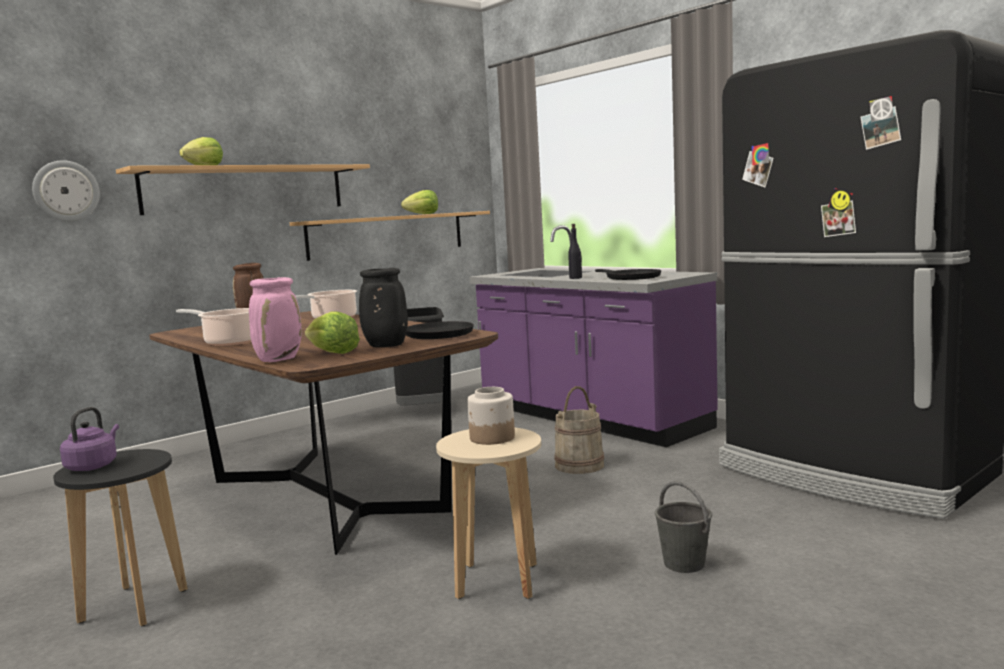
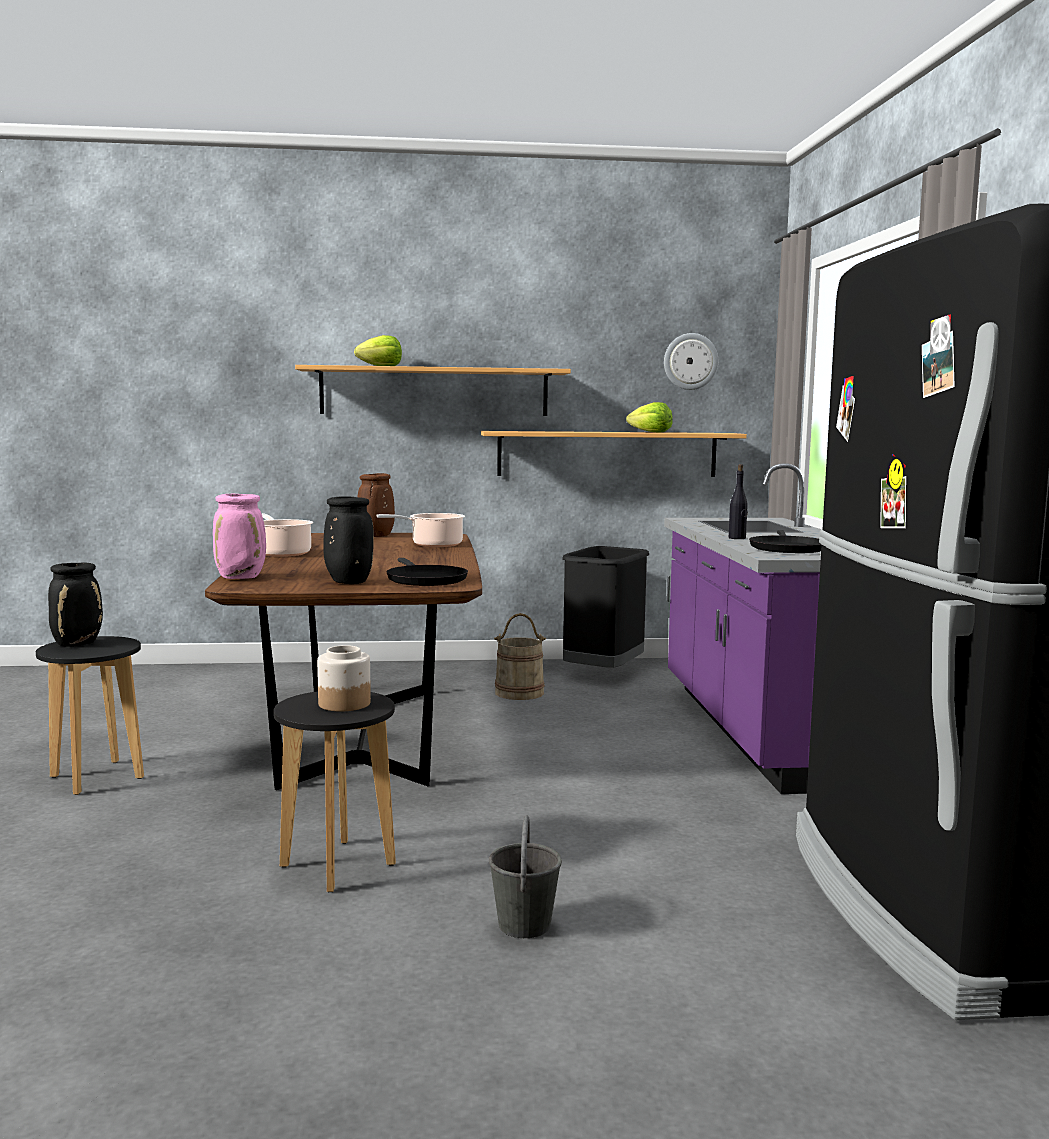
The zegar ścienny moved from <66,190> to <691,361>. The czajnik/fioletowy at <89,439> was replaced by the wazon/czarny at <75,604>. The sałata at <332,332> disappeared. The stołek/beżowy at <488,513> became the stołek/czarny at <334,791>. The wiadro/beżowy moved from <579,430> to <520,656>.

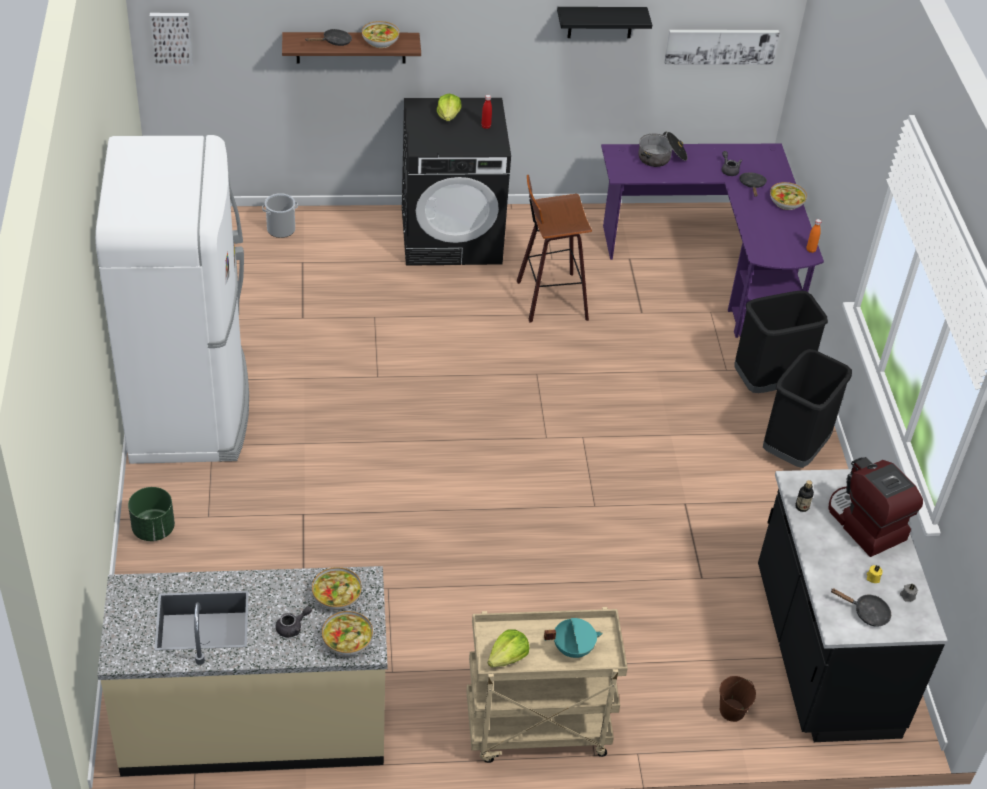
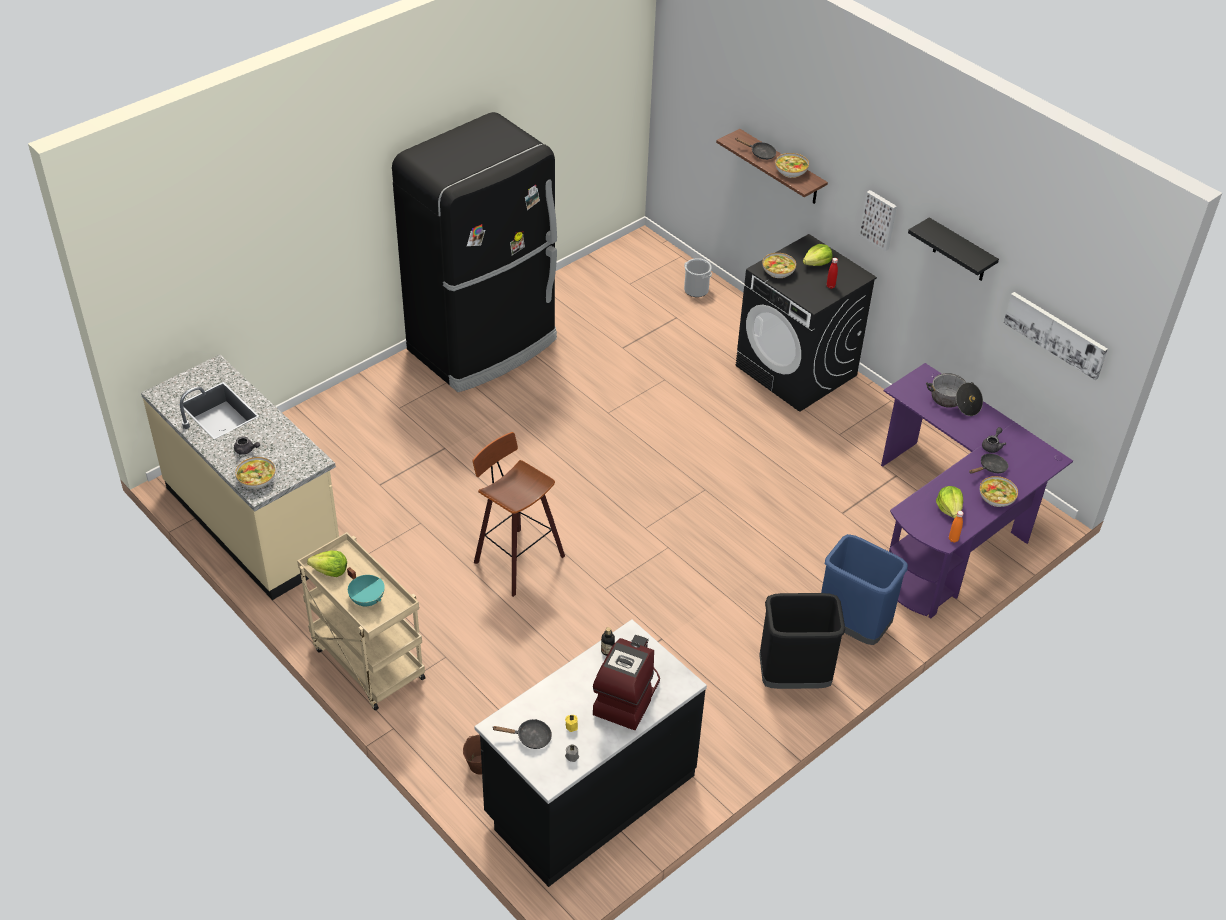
The lodówka/biały at <172,299> became the lodówka/czarny at <474,252>. The donica/zielony at <151,514> disappeared. The obraz moved from <171,39> to <878,220>. The miska moved from <337,588> to <779,265>. The stołek moved from <554,249> to <519,514>. The kosz na śmieci/czarny at <781,342> became the kosz na śmieci/niebieski at <864,589>. The patelnia/czarny at <861,607> turned 75 degrees counterclockwise. The sałata at <949,502> appeared.

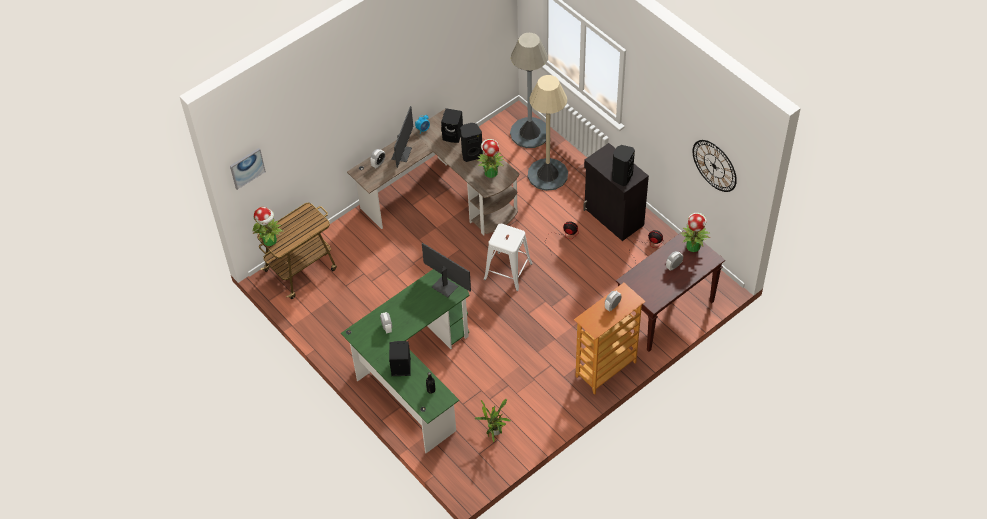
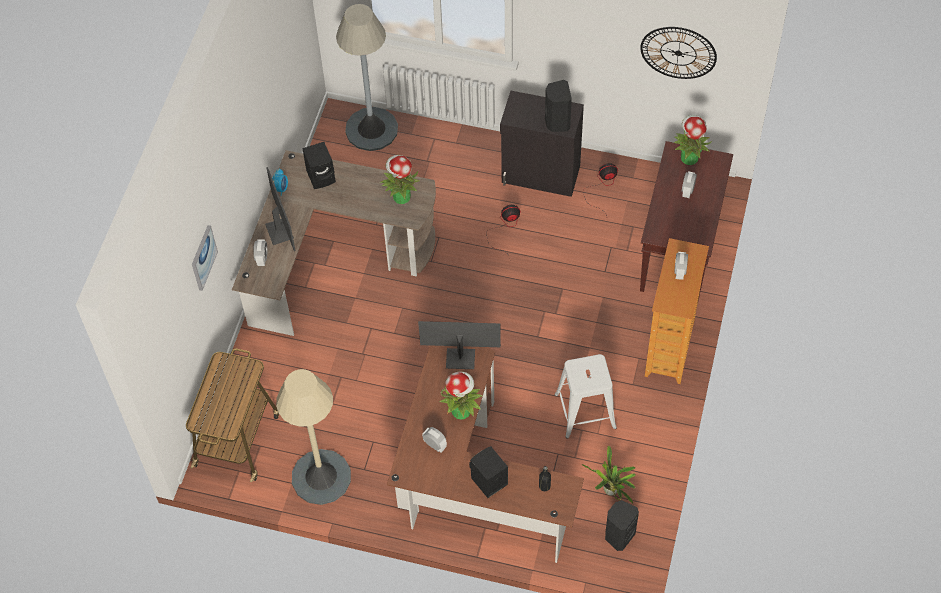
The obraz moved from <248,169> to <205,258>. The roślina doniczkowa moved from <268,226> to <461,395>. The biurko/zielony at <405,361> became the biurko/brązowy at <485,454>. The głośnik/czarny moved from <471,142> to <622,525>. The stołek/biały moved from <508,257> to <585,396>. The lampa stojąca/beżowy moved from <548,133> to <313,437>.

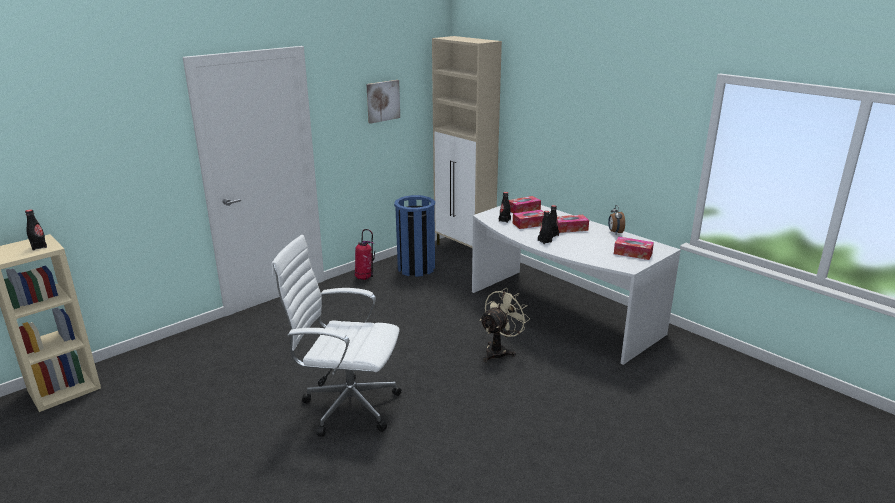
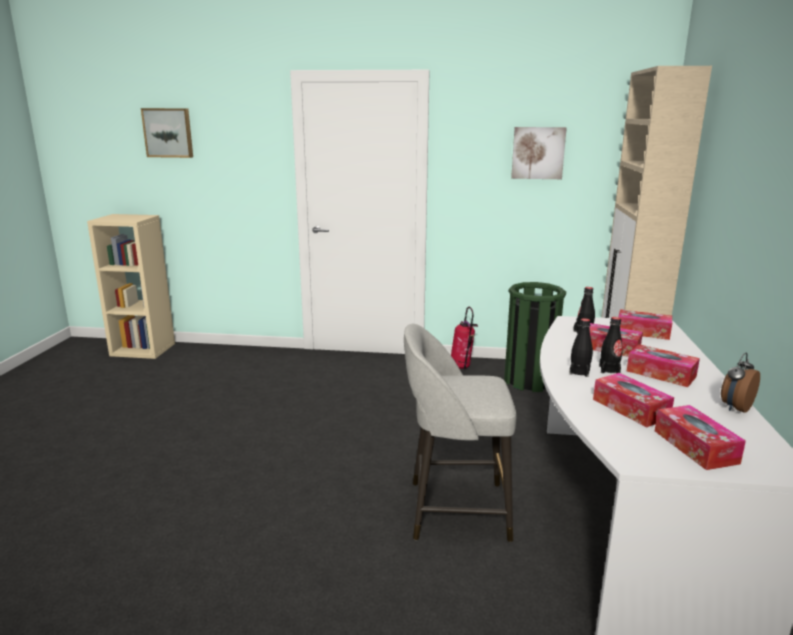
The butelka/czarny at <36,230> disappeared. The krzesło biurowe/biały at <336,336> disappeared. The kosz na śmieci/niebieski at <414,236> became the kosz na śmieci/zielony at <535,337>. The wentylator/beżowy at <504,325> was replaced by the stołek/szary at <460,433>. The obraz at <167,133> appeared. The pudełko chusteczek at <633,400> appeared.

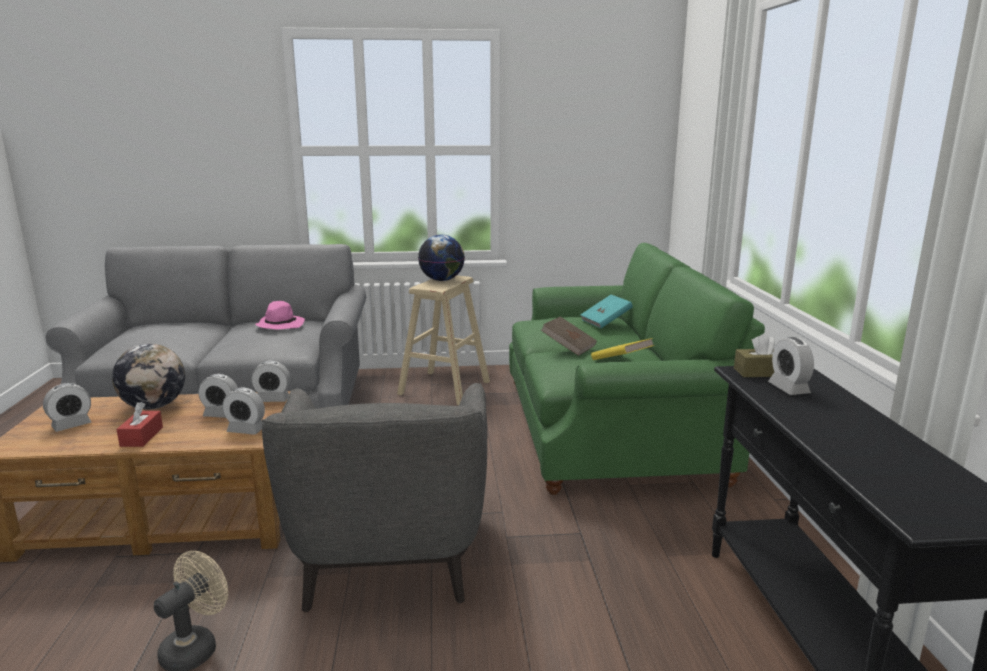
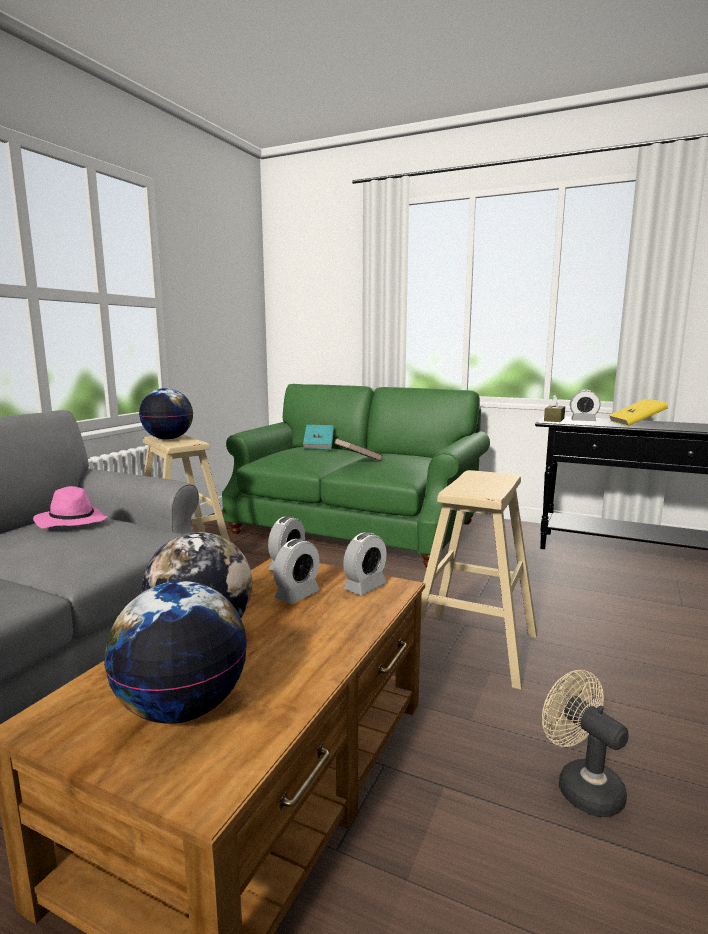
The budzik at <67,407> was replaced by the globus at <175,652>. The pudełko chusteczek/czerwony at <140,424> disappeared. The fotel/szary at <374,497> was replaced by the stołek/beżowy at <479,580>. The książka/żółty moved from <622,349> to <638,412>.

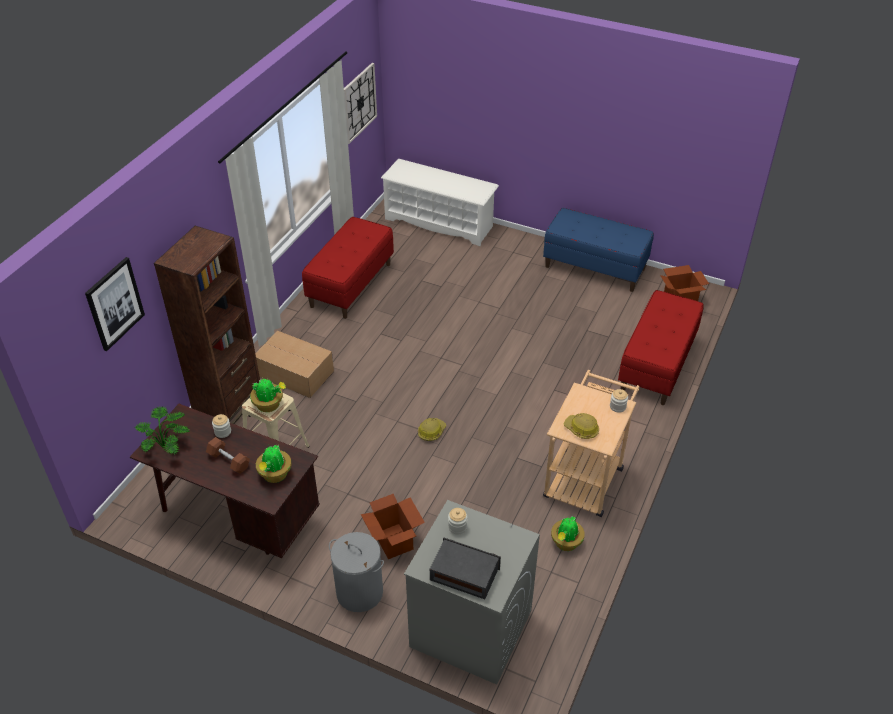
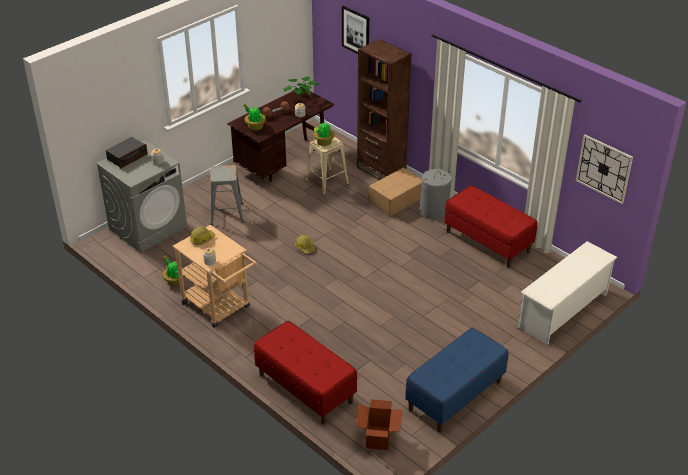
The kosz na pranie/szary moved from <356,572> to <436,194>. The karton at <393,526> was replaced by the stołek/szary at <227,195>.

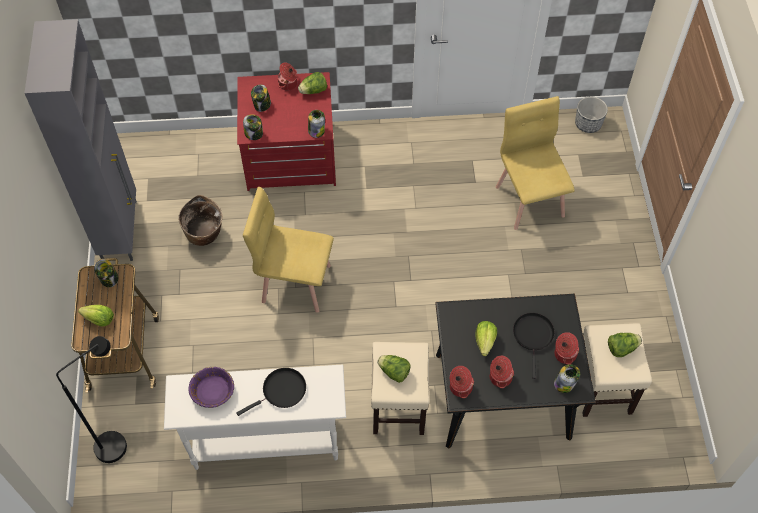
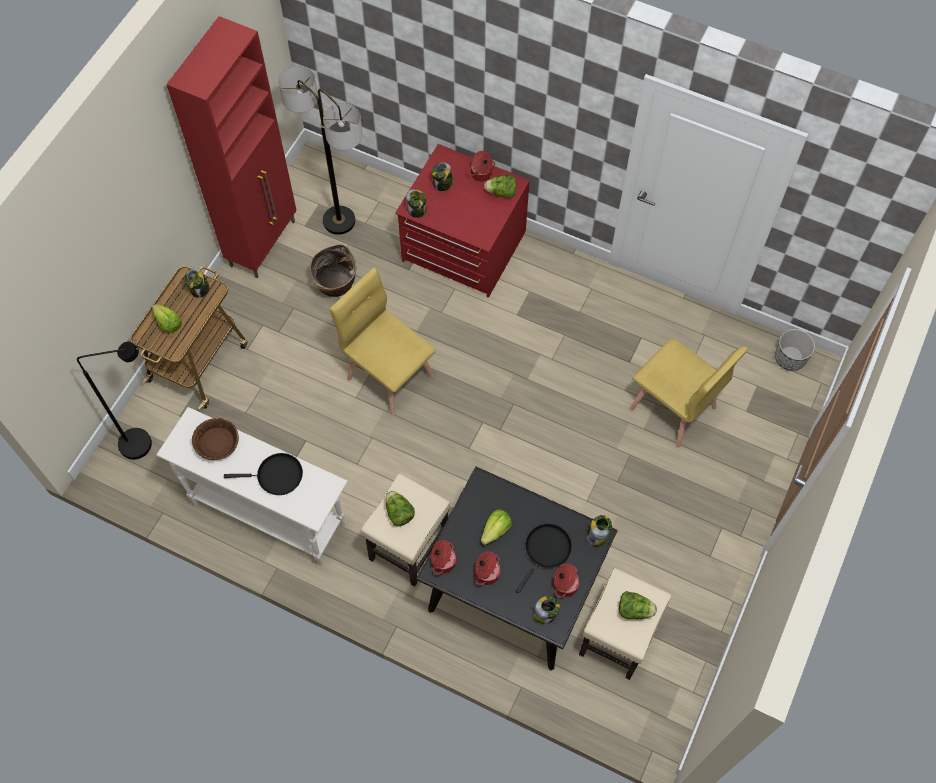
The szafka/szary at <81,140> became the szafka/czerwony at <231,147>. The miska/fioletowy at <211,387> became the miska/brązowy at <215,439>. The słoik moved from <316,124> to <599,530>. The krzesło/żółty at <535,163> turned 120 degrees clockwise. The lampa stojąca at <320,150> appeared.

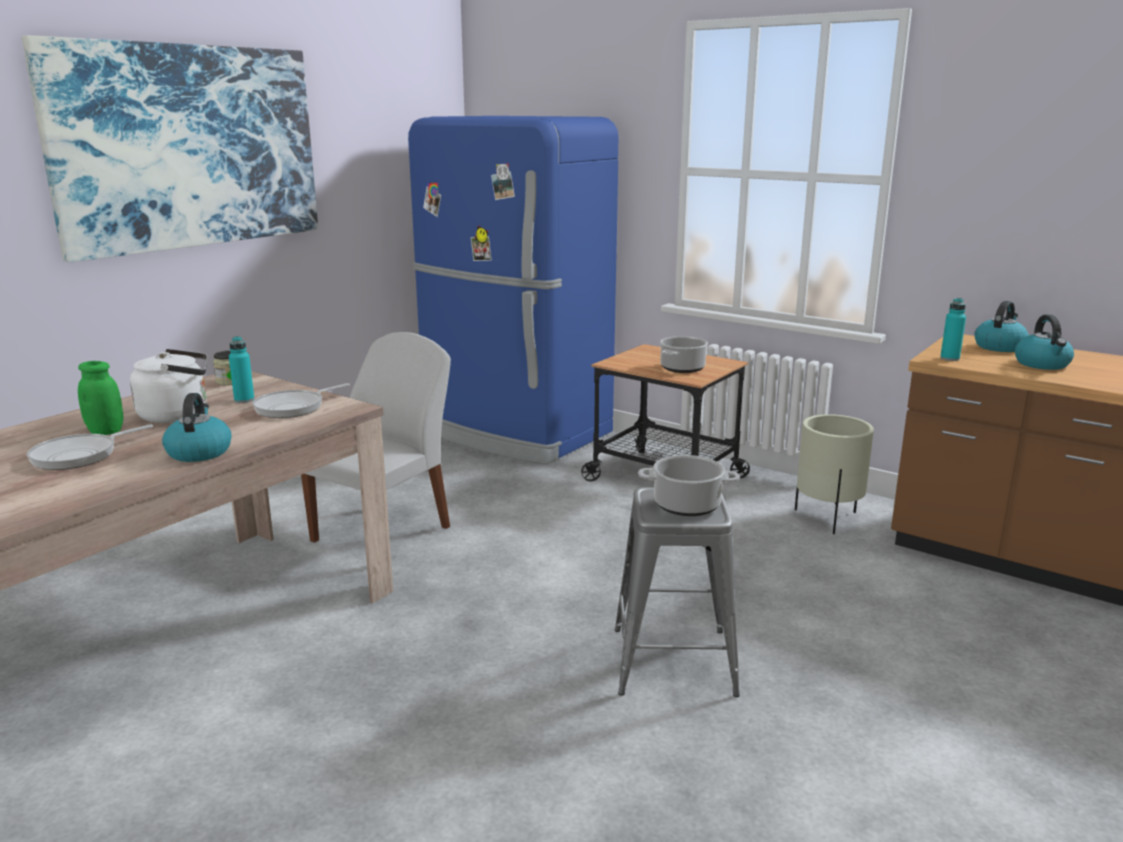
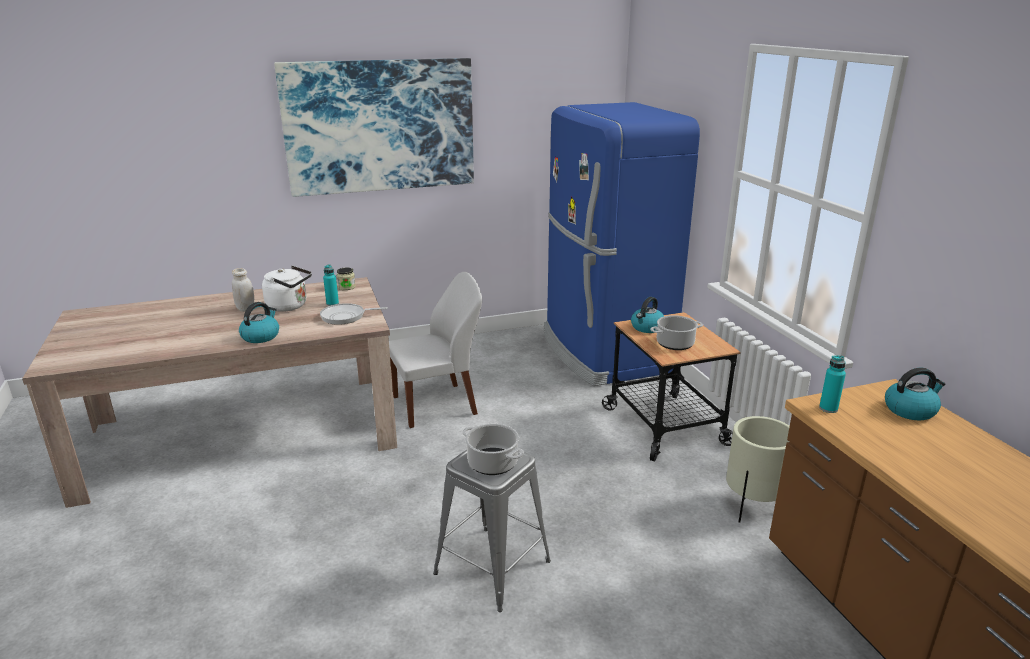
The patelnia at <90,447> disappeared. The słoik/zielony at <100,398> became the słoik/biały at <243,290>. The czajnik moved from <1044,342> to <647,315>.

